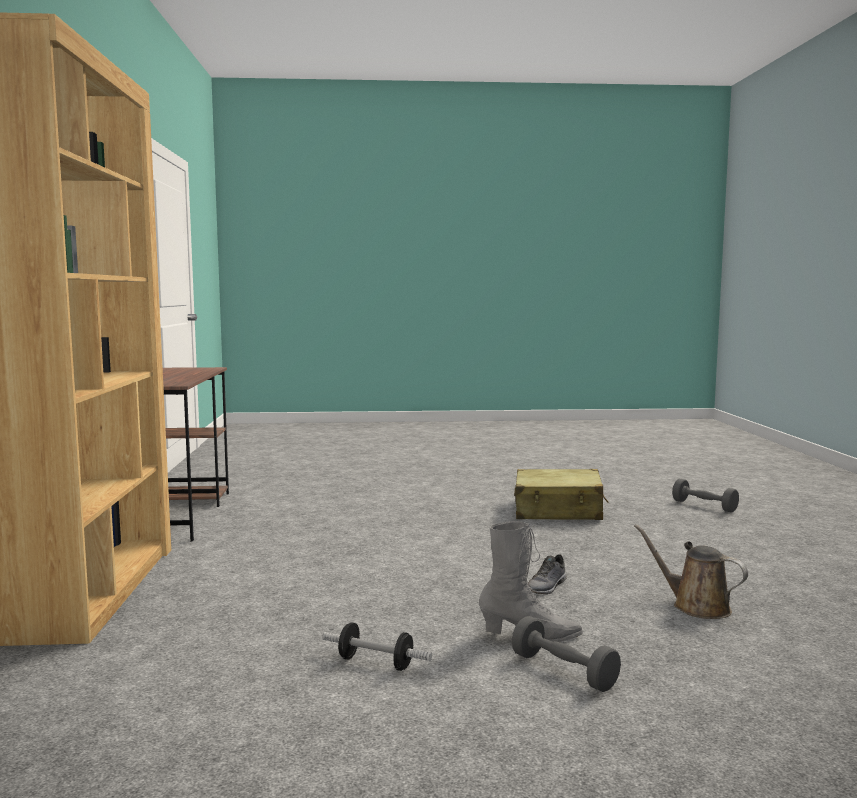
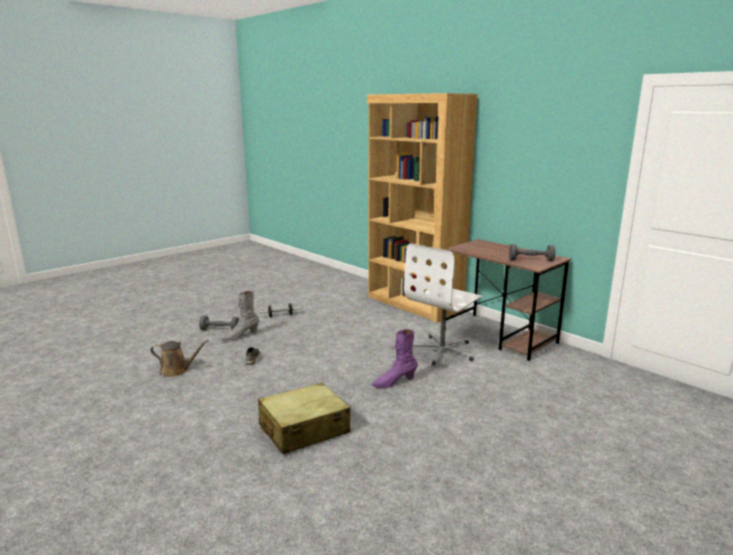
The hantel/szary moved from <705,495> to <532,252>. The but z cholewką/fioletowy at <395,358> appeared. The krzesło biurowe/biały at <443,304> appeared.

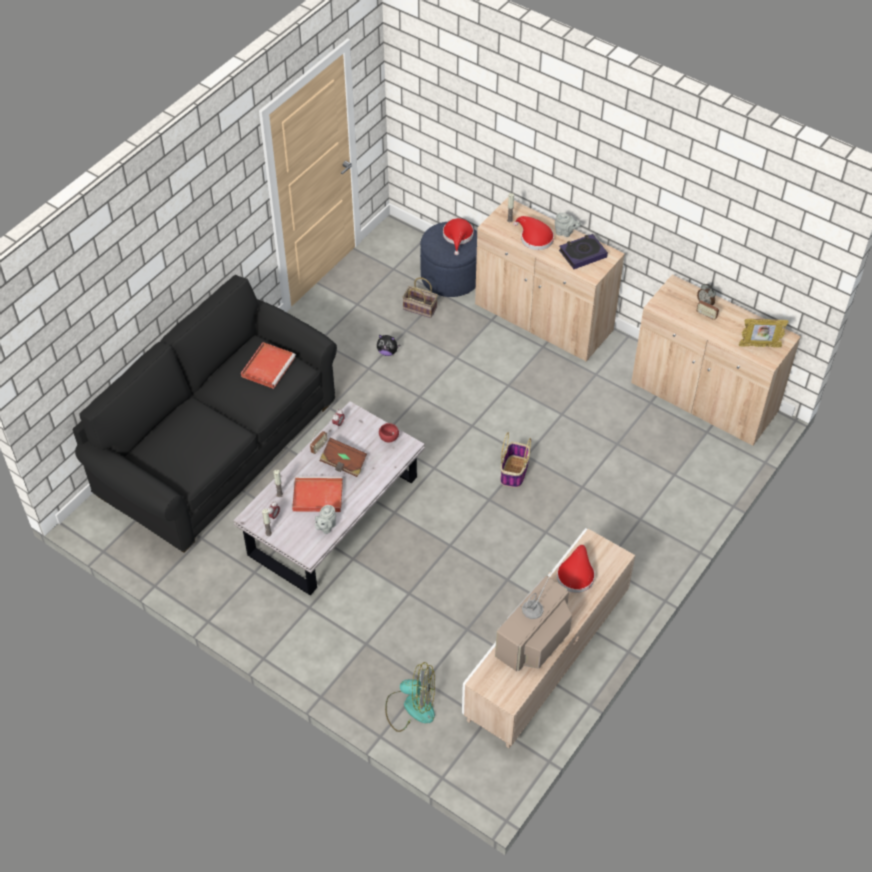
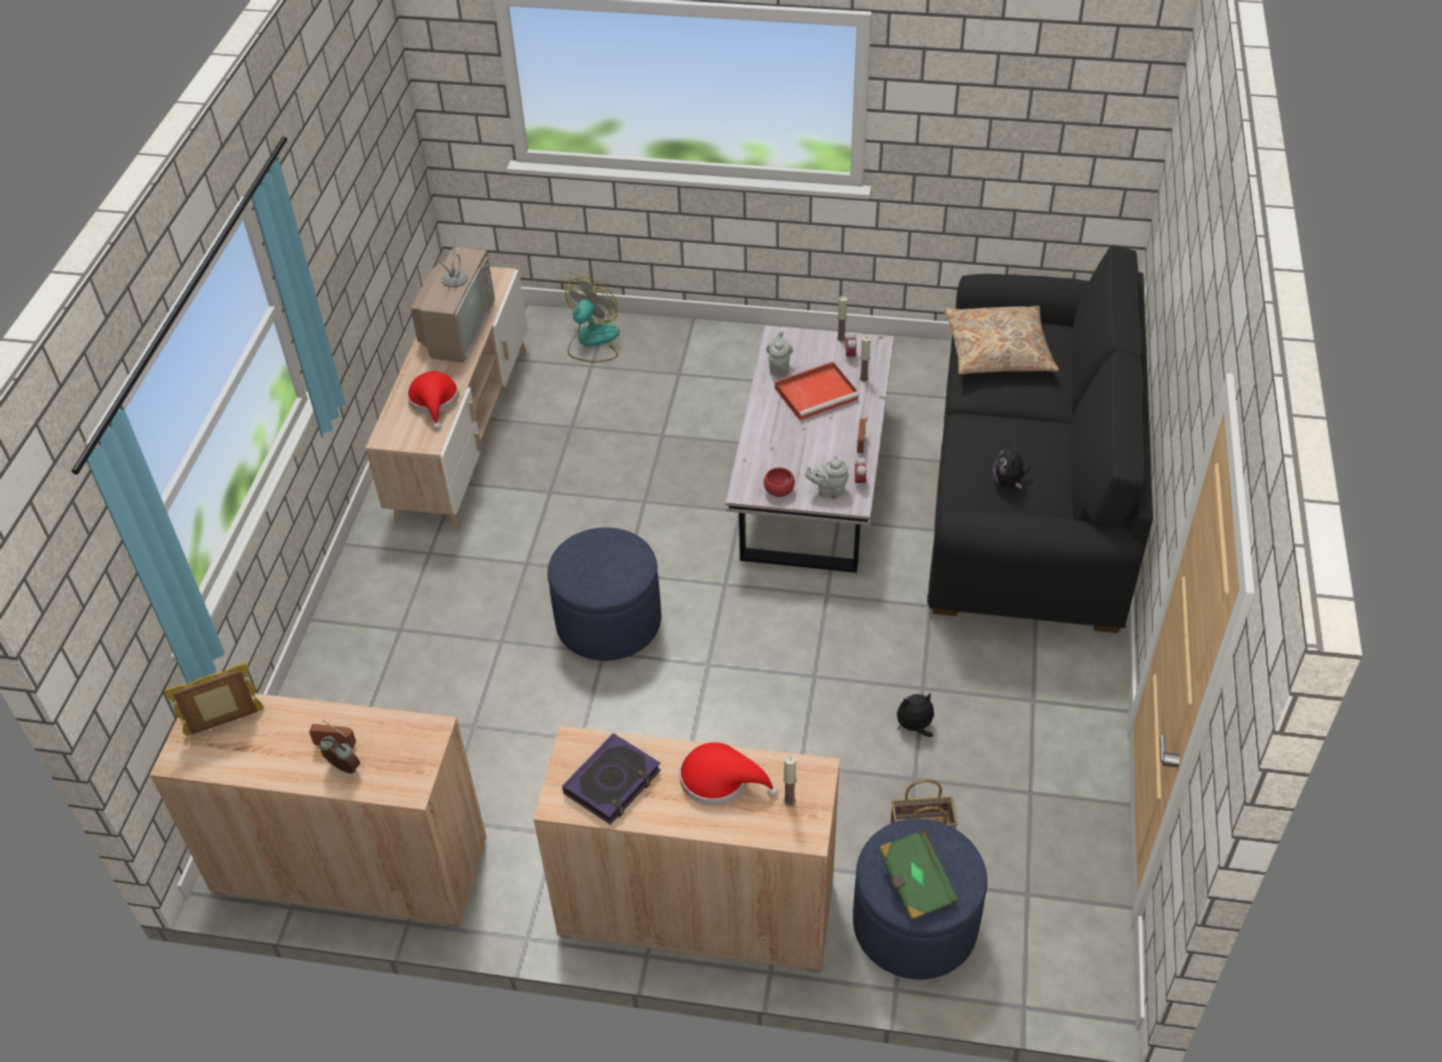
The taca/czerwony at <268,365> was replaced by the pluszak at <1012,465>. The książka/brązowy at <343,457> disappeared. The wentylator at <410,697> turned 135 degrees clockwise. The kapelusz/czerwony at <458,236> was replaced by the książka/zielony at <919,875>. The koszyk at <515,460> was replaced by the pufa/niebieski at <604,594>. The imbryk/szary moved from <568,224> to <827,479>. The poduszka/beżowy at <1001,340> appeared.

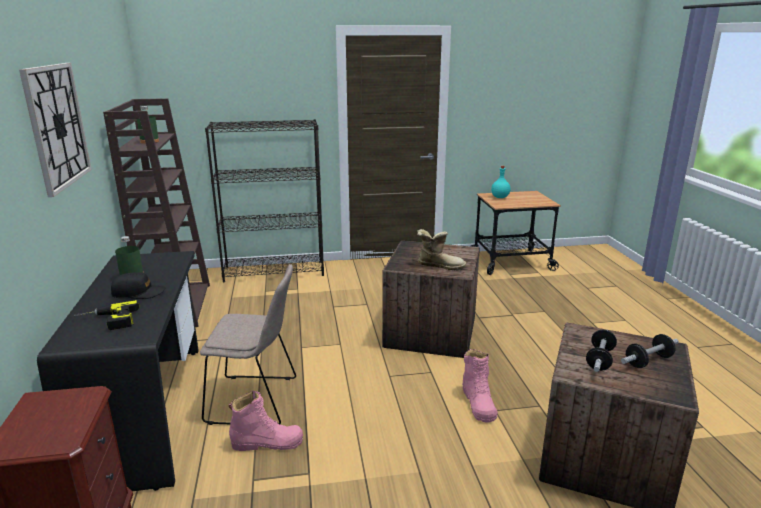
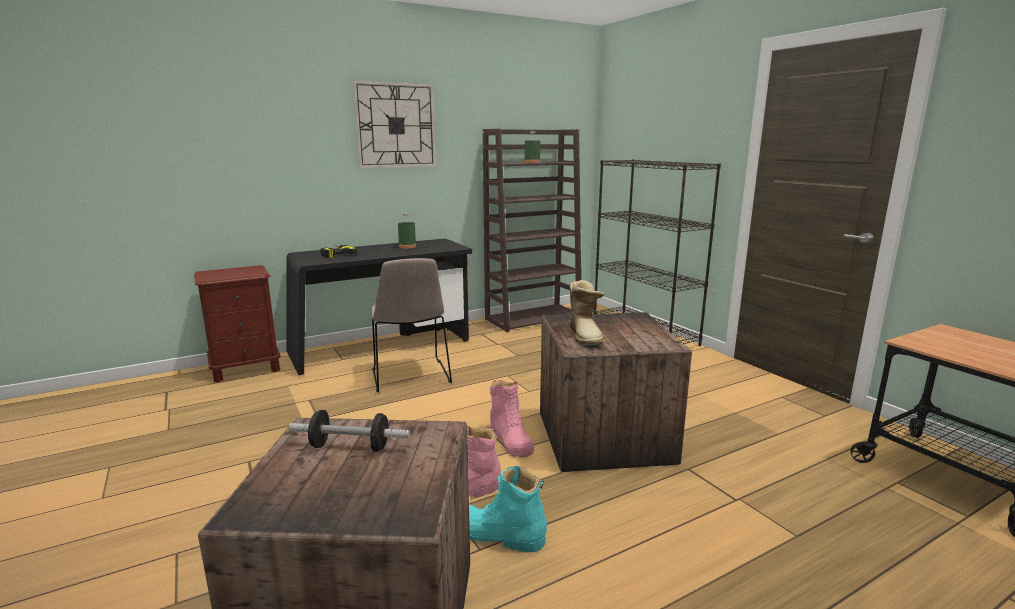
The czapka z daszkiem/czarny at <138,285> disappeared. The but z cholewką/różowy moved from <266,421> to <512,419>. The butelka/turkusowy at <501,182> disappeared. The hantel at <650,351> disappeared. The but z cholewką/turkusowy at <508,509> appeared.

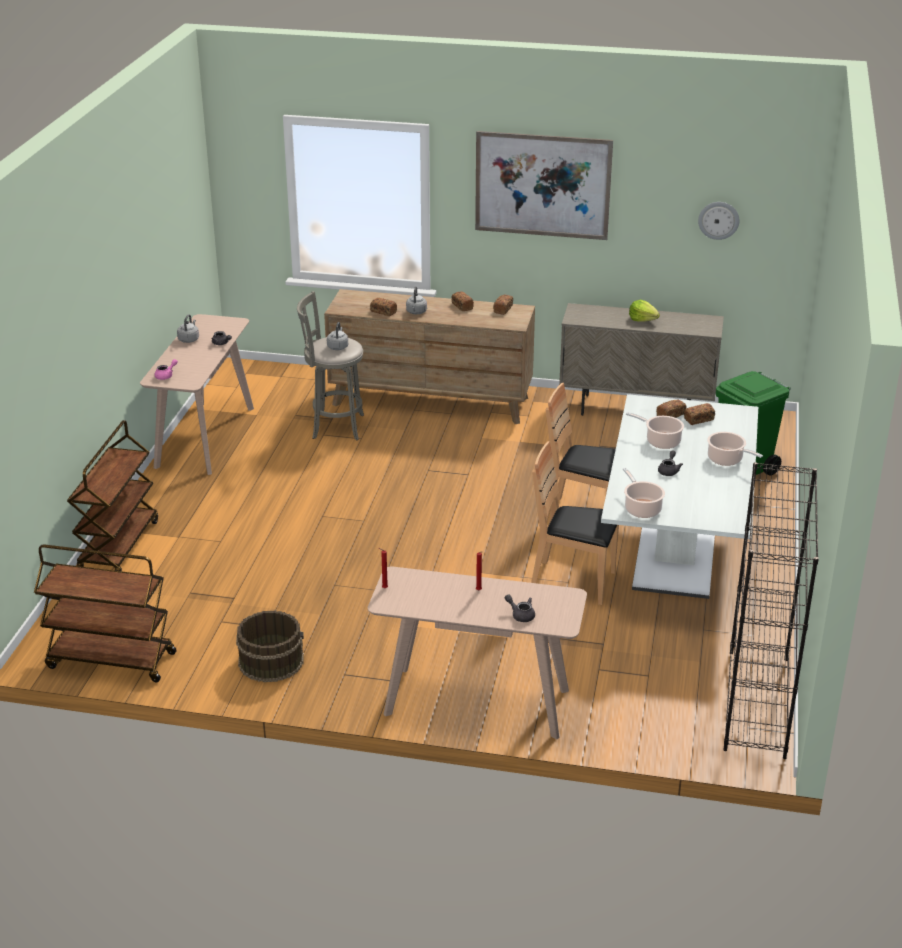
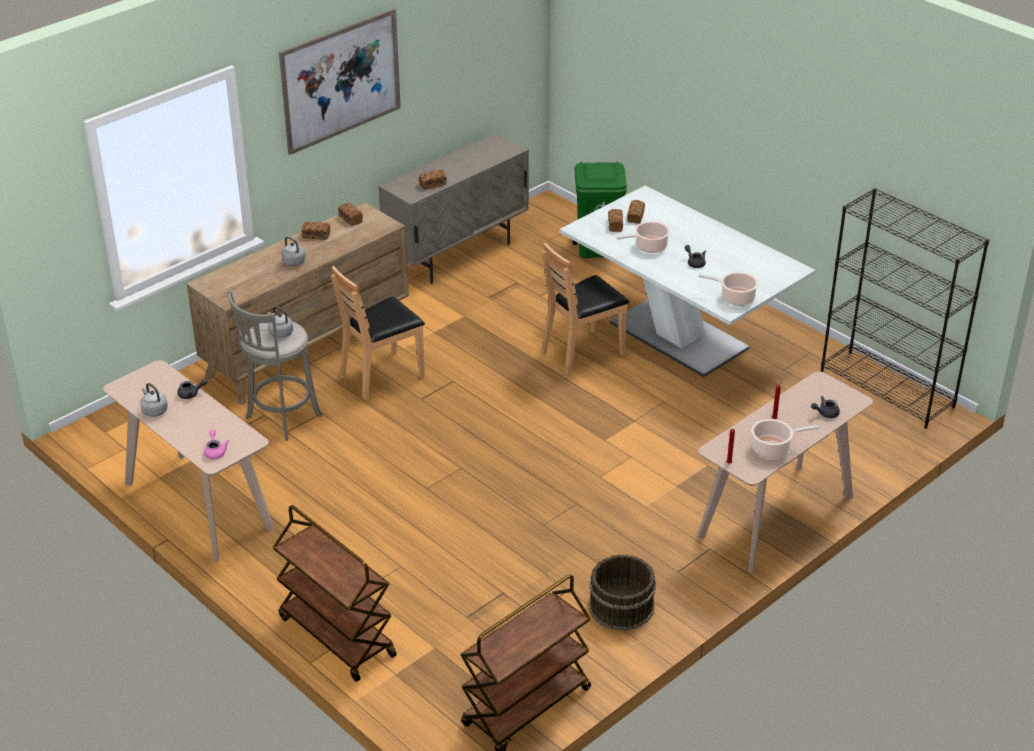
The chleb moved from <383,307> to <433,180>. The krzesło/brązowy moved from <575,523> to <378,333>. The sałata at <644,311> disappeared. The zegar ścienny at <718,221> disappeared. The garnek moved from <735,449> to <784,439>.

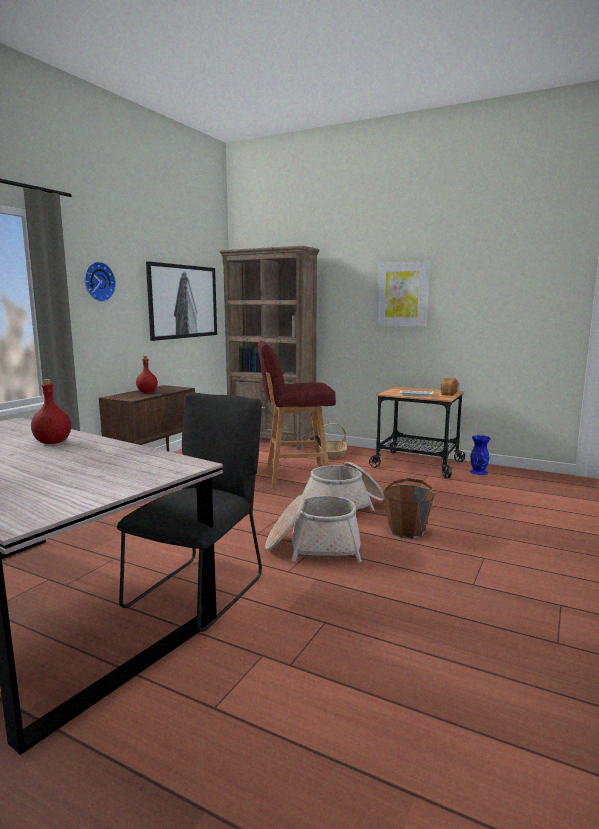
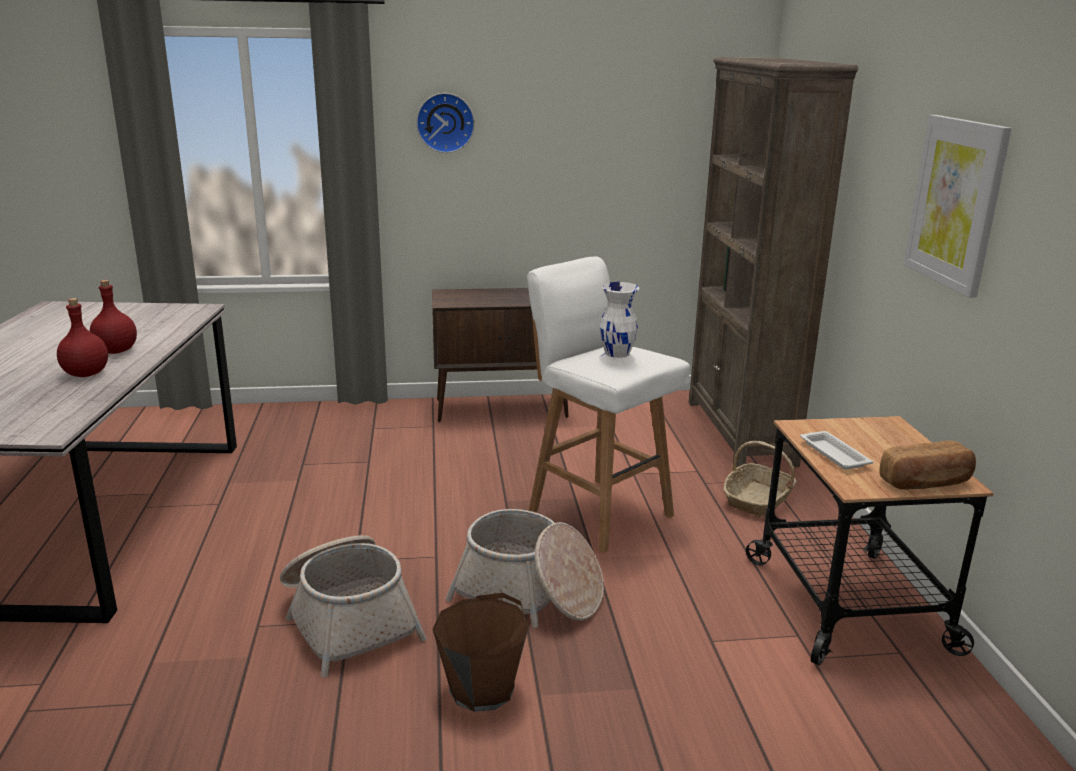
The krzesło/czarny at <189,512> disappeared. The butelka/czerwony moved from <147,374> to <82,337>. The obraz at <181,301> disappeared. The stołek/czerwony at <297,415> became the stołek/biały at <608,404>. The wazon/niebieski at <480,455> disappeared. The wazon/biały at <619,323> appeared.

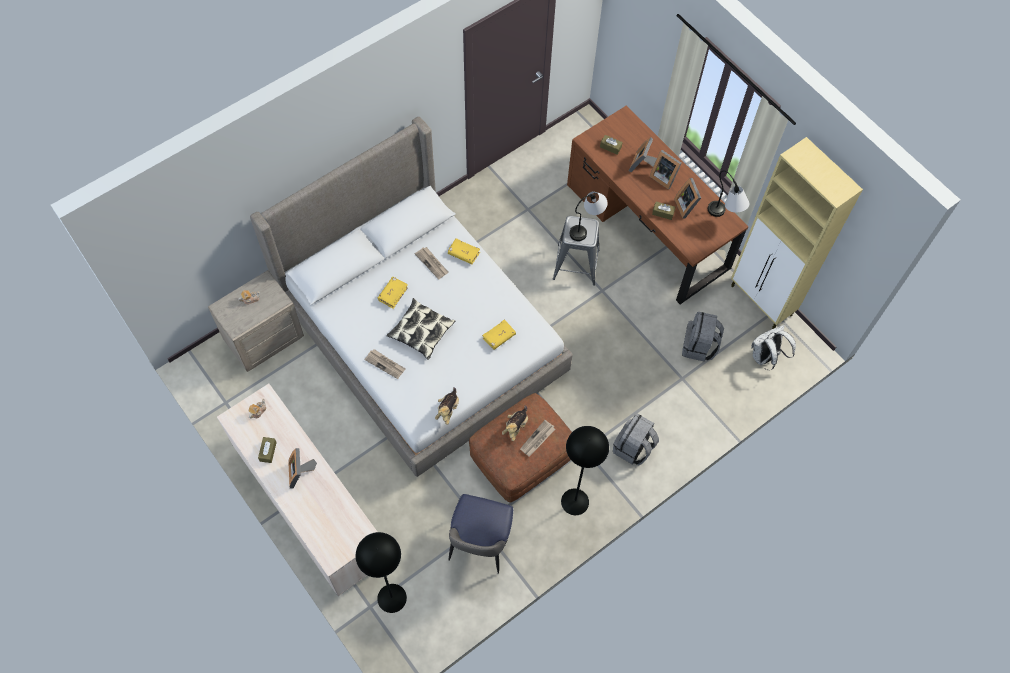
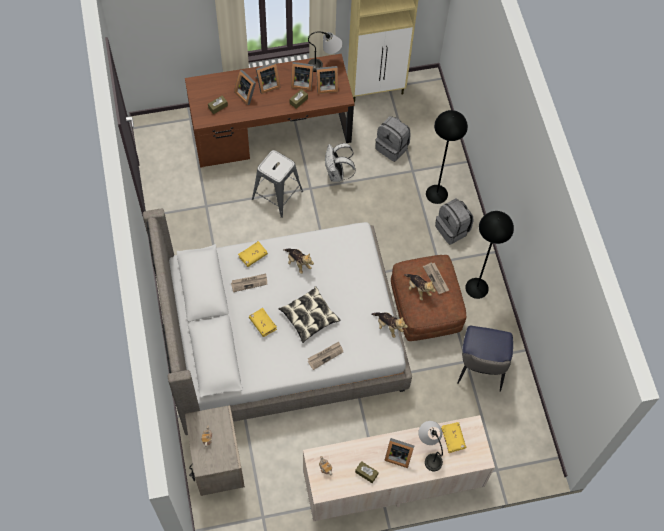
The lampa stojąca/czarny moved from <381,572> to <447,157>. The krzesło at <481,534> turned 60 degrees clockwise. The książka/żółty moved from <499,334> to <453,437>. The lampa stołowa moved from <588,216> to <430,446>. The plecak/biały moved from <773,347> to <340,162>. The pluszak at <299,261> appeared. The ramka na zdjęcie at <327,80> appeared.

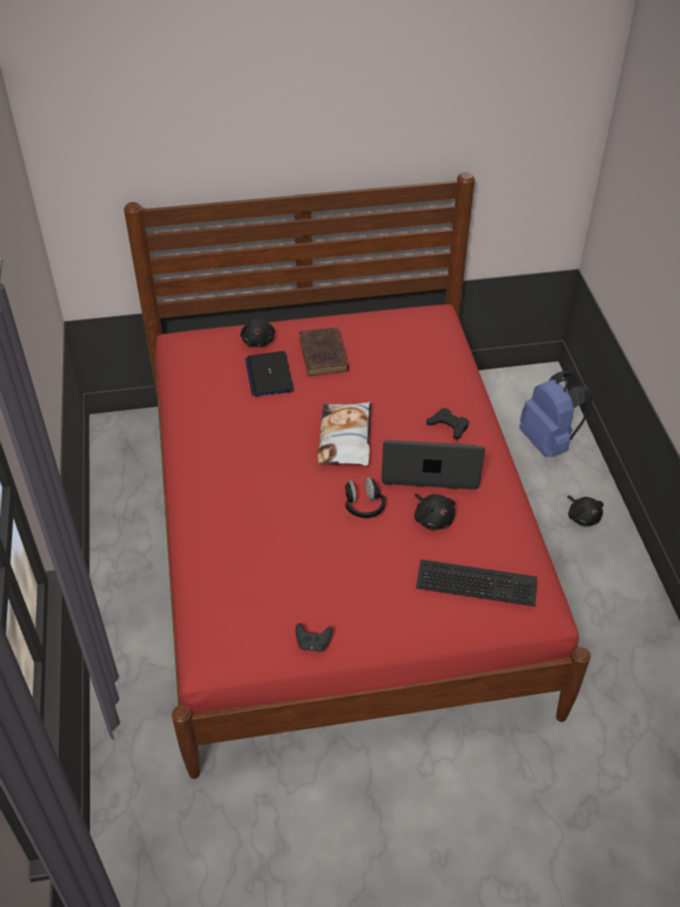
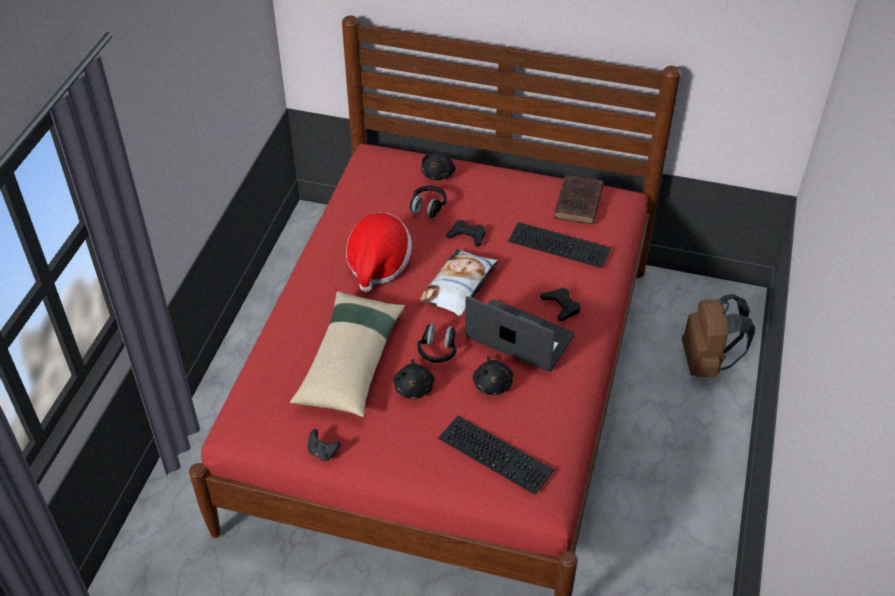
The laptop at <269,374> was replaced by the słuchawki/czarny at <428,202>. The książka/brązowy moved from <324,351> to <579,200>. The plecak/niebieski at <555,414> became the plecak/brązowy at <718,335>. The pluszak/czarny moved from <585,511> to <414,379>. The poduszka/beżowy at <347,354> appeared. The kapelusz at <379,252> appeared. The pad do gier/czarny at <465,233> appeared. The klawiatura at <559,245> appeared.

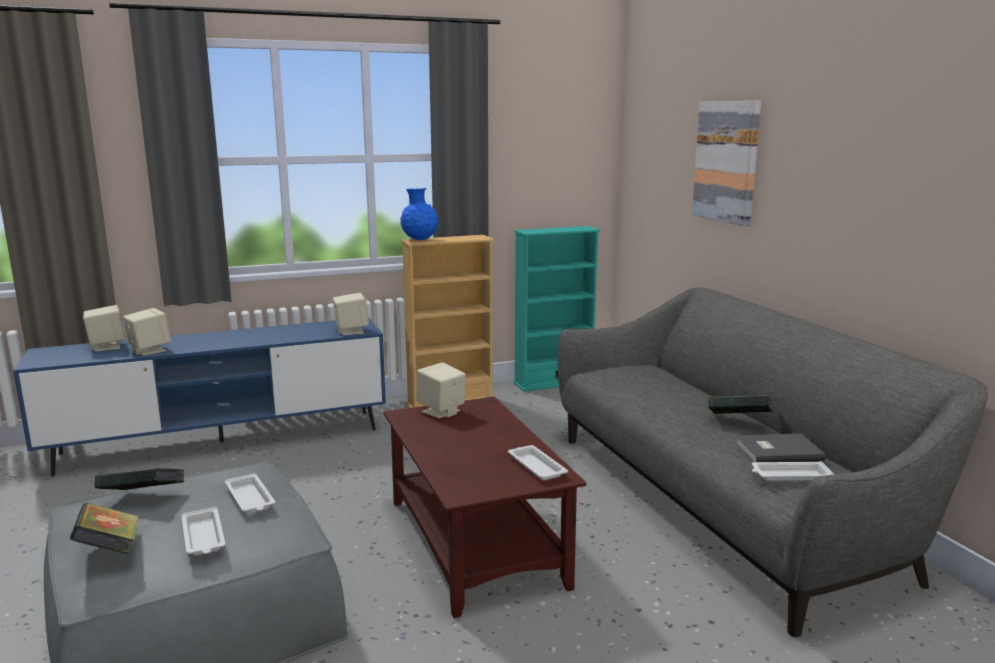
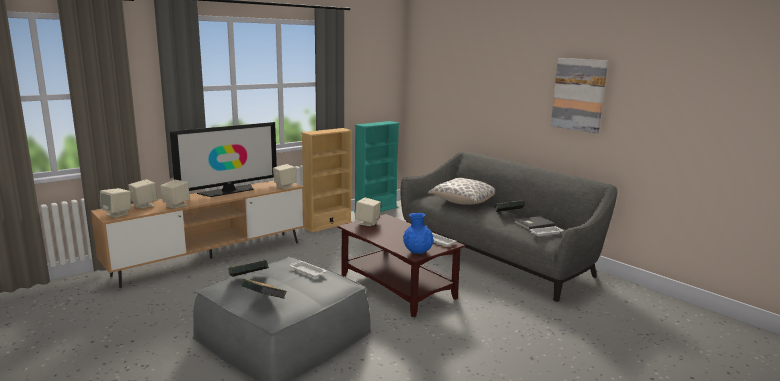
The szafka pod telewizor/niebieski at <199,396> became the szafka pod telewizor/brązowy at <198,234>. The taca/biały at <203,531> disappeared. The wazon/niebieski moved from <419,214> to <418,233>. The obraz moved from <726,163> to <579,95>. The głośnik/beżowy at <115,203> appeared. The telewizor at <223,159> appeared. The poduszka at <461,191> appeared.

